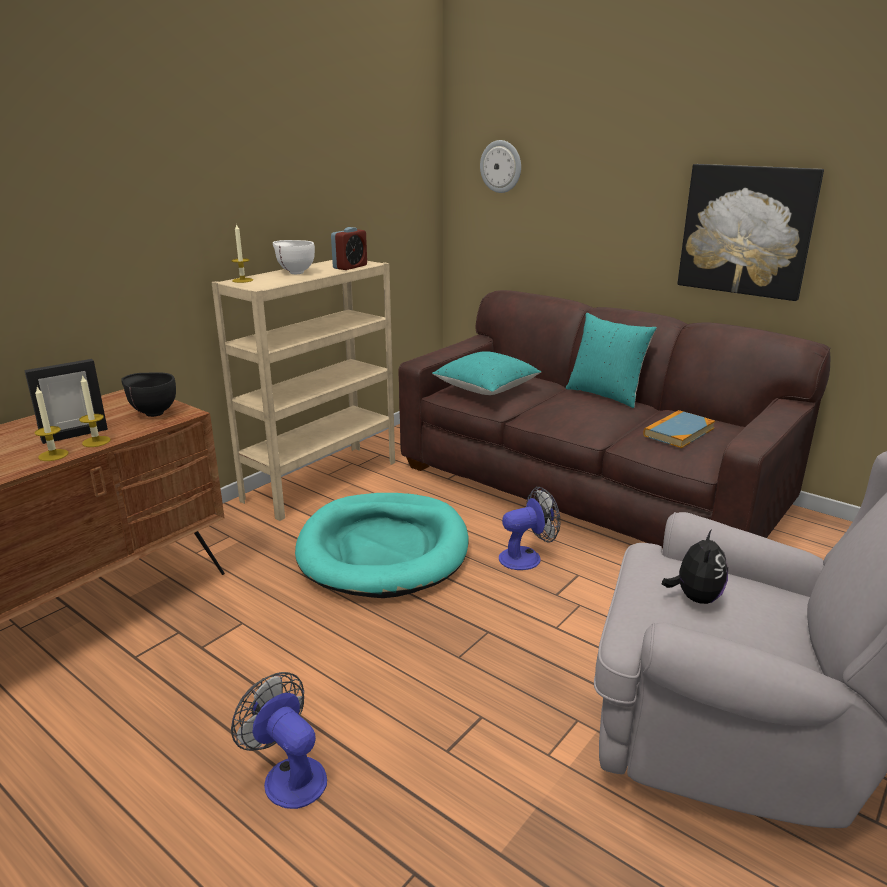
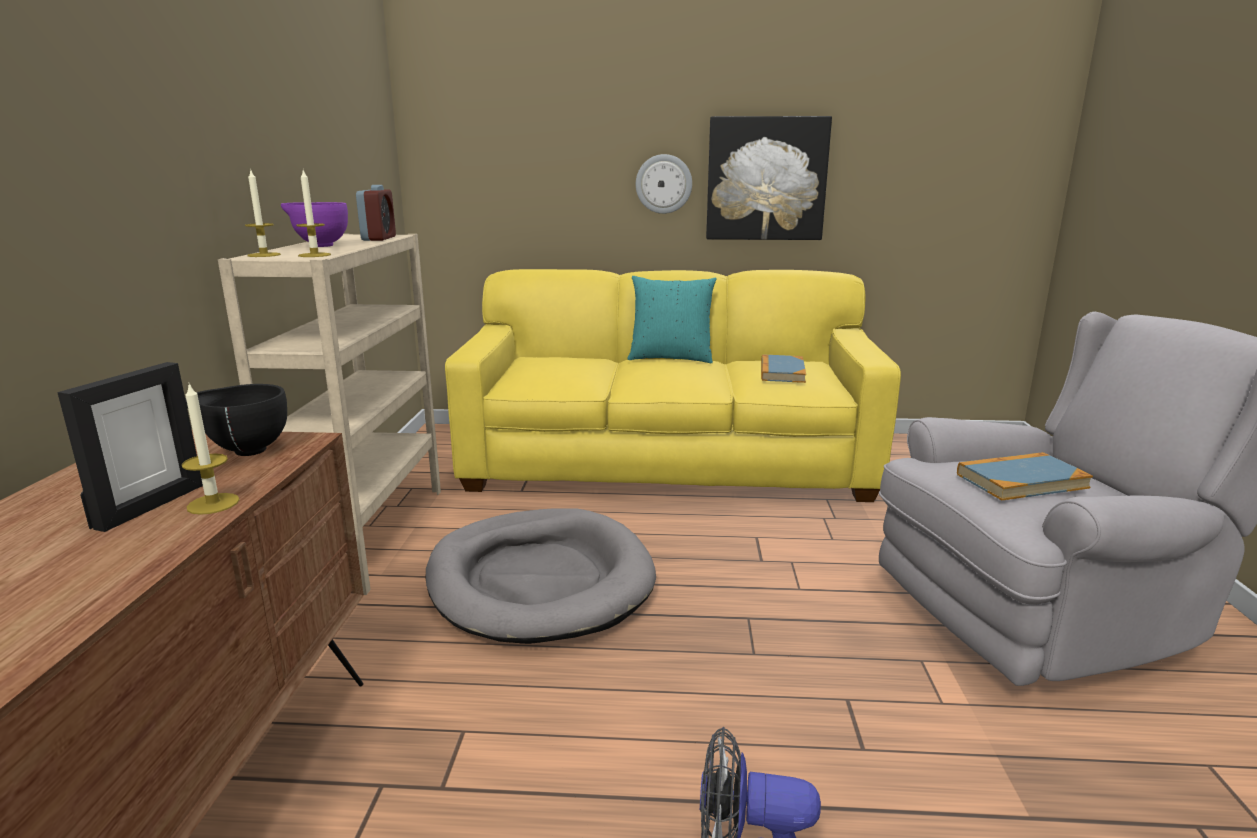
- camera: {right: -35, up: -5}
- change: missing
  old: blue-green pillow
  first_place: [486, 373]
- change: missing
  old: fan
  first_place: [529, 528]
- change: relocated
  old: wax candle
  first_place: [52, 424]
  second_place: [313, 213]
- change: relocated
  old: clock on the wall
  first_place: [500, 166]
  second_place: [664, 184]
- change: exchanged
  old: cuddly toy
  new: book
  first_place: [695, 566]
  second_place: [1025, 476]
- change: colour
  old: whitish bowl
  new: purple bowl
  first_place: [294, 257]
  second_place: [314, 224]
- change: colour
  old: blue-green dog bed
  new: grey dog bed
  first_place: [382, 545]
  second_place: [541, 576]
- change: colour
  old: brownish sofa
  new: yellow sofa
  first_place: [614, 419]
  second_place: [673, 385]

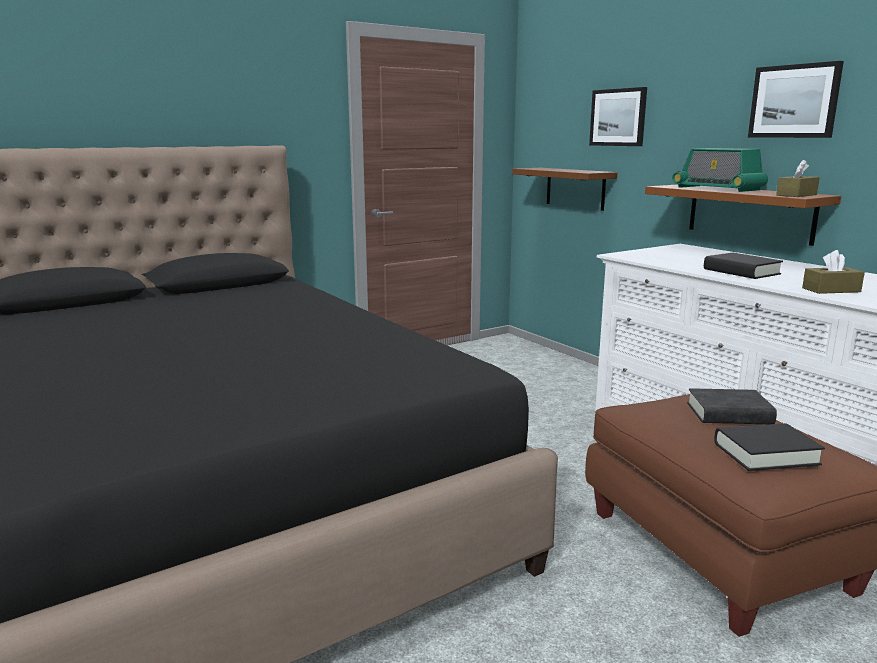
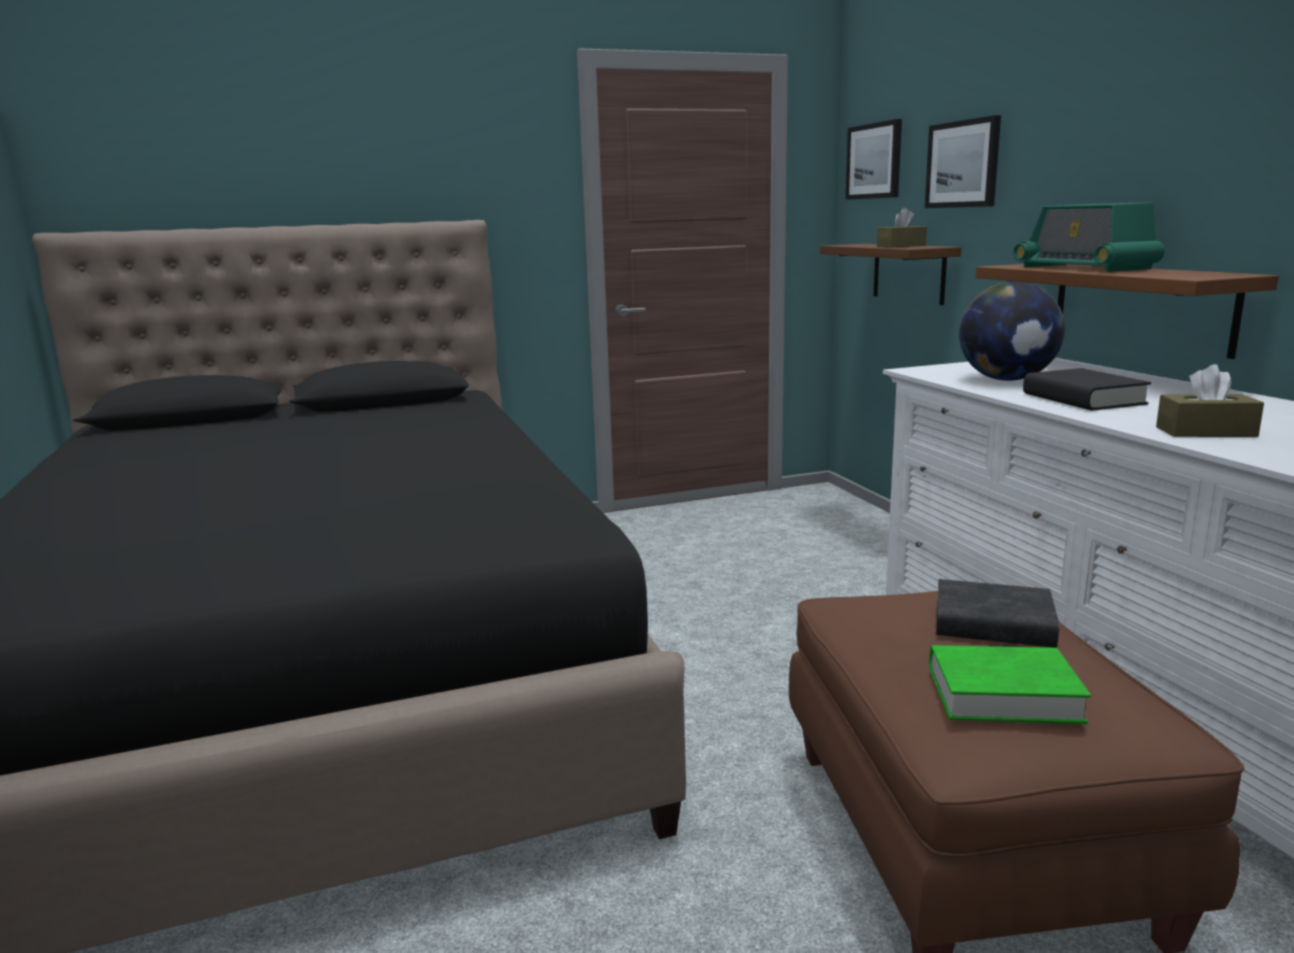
- camera: {right: 15, up: 0}
- change: appeared
  new: globe
  second_place: [1012, 331]
- change: relocated
  old: picture
  first_place: [796, 99]
  second_place: [874, 159]
- change: relocated
  old: brownish tissue holder
  first_place: [798, 178]
  second_place: [902, 228]
- change: colour
  old: blackish book
  new: green book
  first_place: [769, 447]
  second_place: [1010, 684]

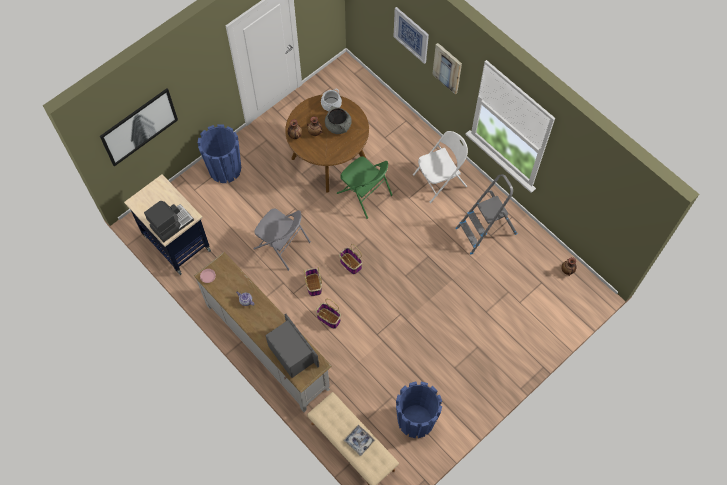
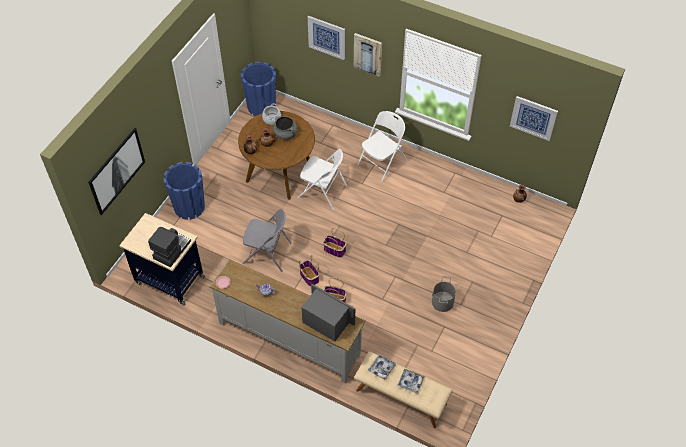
- camera: {right: -20, up: -10}
- change: missing
  old: grey step stool
  first_place: [486, 214]
- change: appeared
  new: serving tray
  second_place: [382, 367]
- change: appeared
  new: grey bucket
  second_place: [444, 294]
- change: appeared
  new: picture
  second_place: [534, 118]
- change: relocated
  old: blue plant pot
  first_place: [419, 409]
  second_place: [258, 89]
- change: colour
  old: green plain chair
  new: whitish plain chair
  first_place: [365, 188]
  second_place: [322, 179]

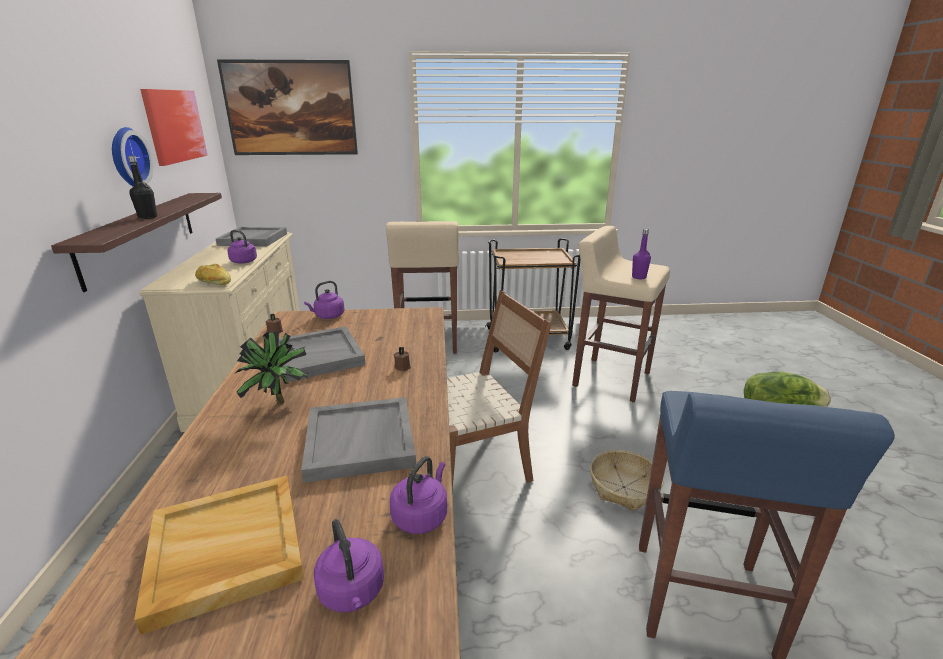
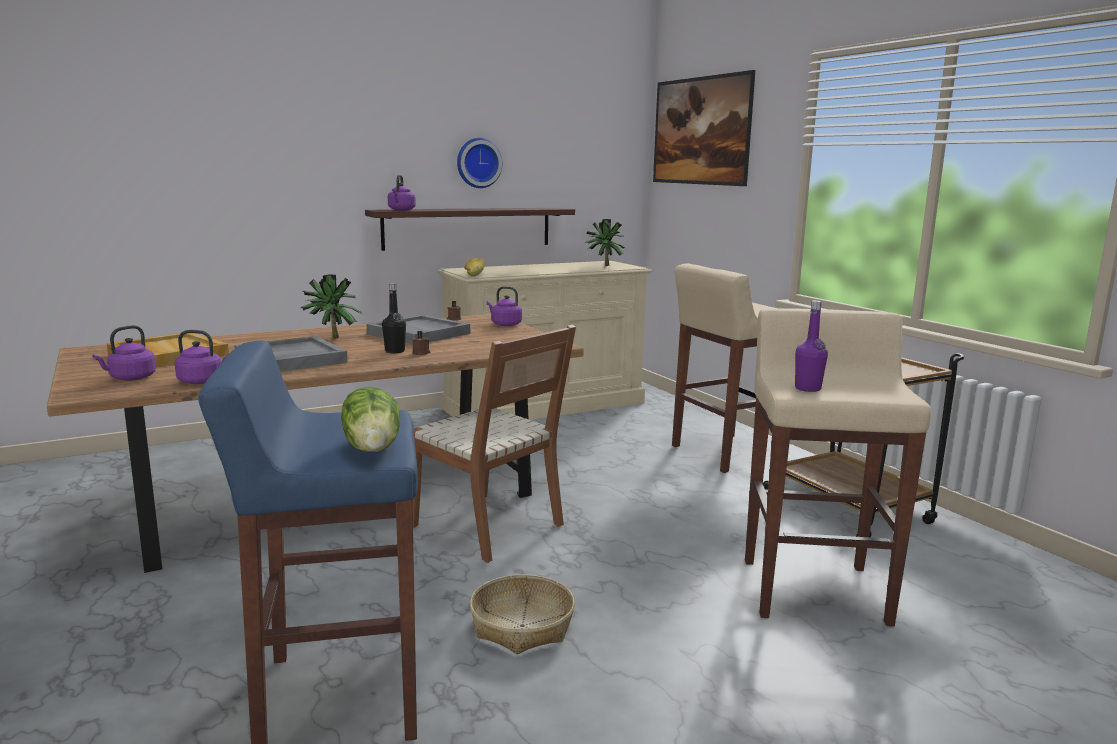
- camera: {right: 65, up: -10}
- change: missing
  old: picture
  first_place: [173, 127]
- change: relocated
  old: blackish beverage bottle
  first_place: [142, 187]
  second_place: [394, 318]
- change: relocated
  old: purple tea kettle
  first_place: [242, 247]
  second_place: [402, 192]
- change: exchanged
  old: grey serving tray
  new: potted plant
  first_place: [251, 237]
  second_place: [605, 242]

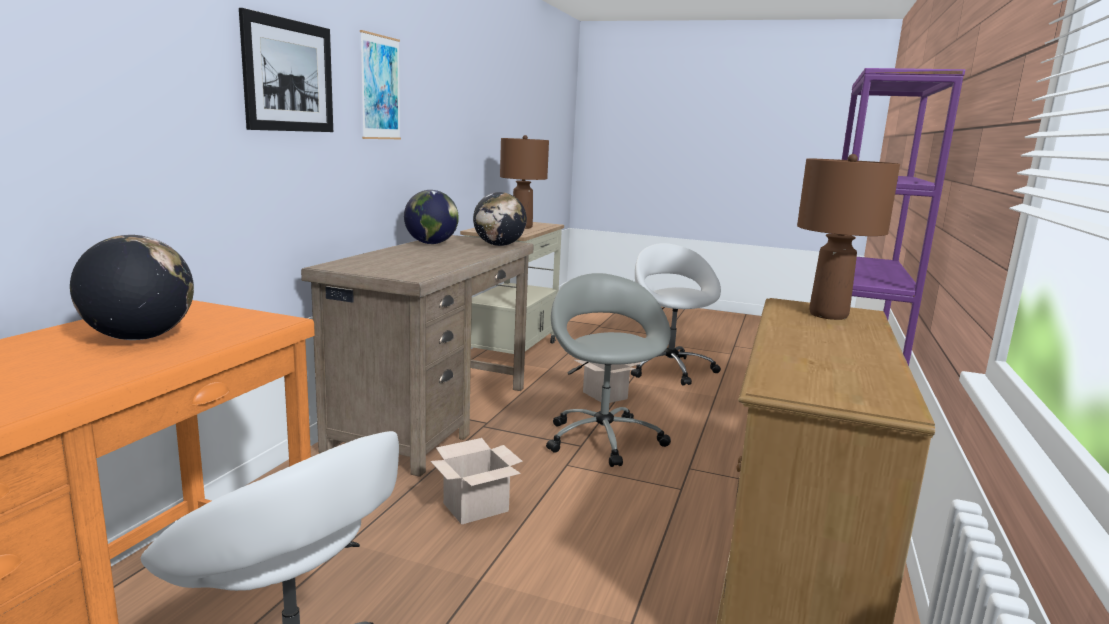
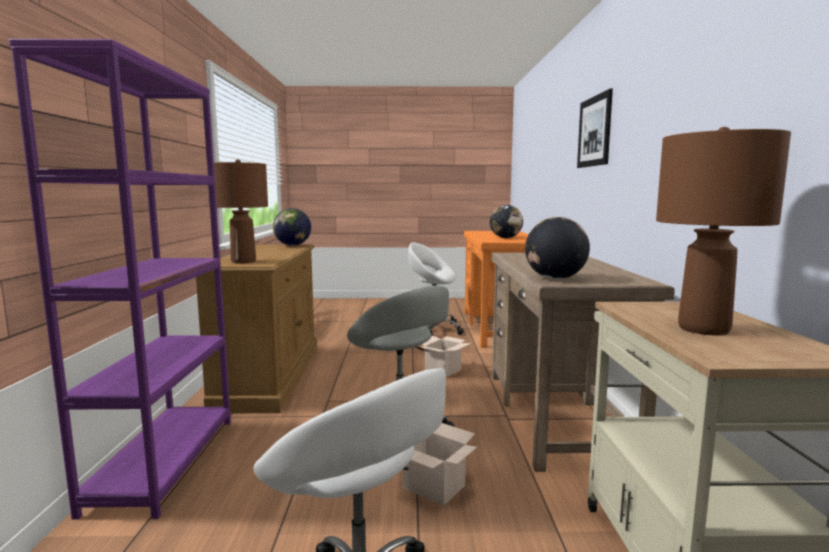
- camera: {right: 160, up: -5}
- change: missing
  old: picture
  first_place: [380, 84]
- change: relocated
  old: globe
  first_place: [431, 217]
  second_place: [292, 227]

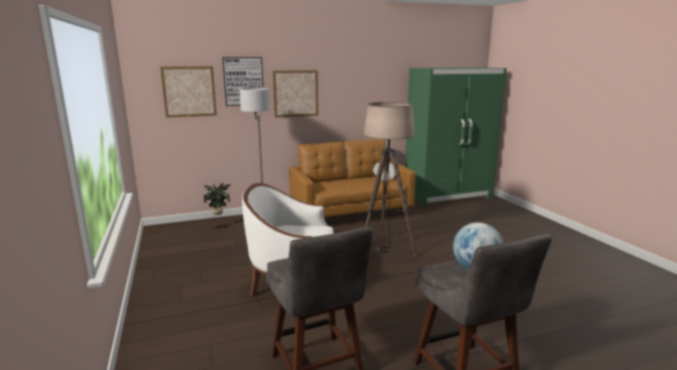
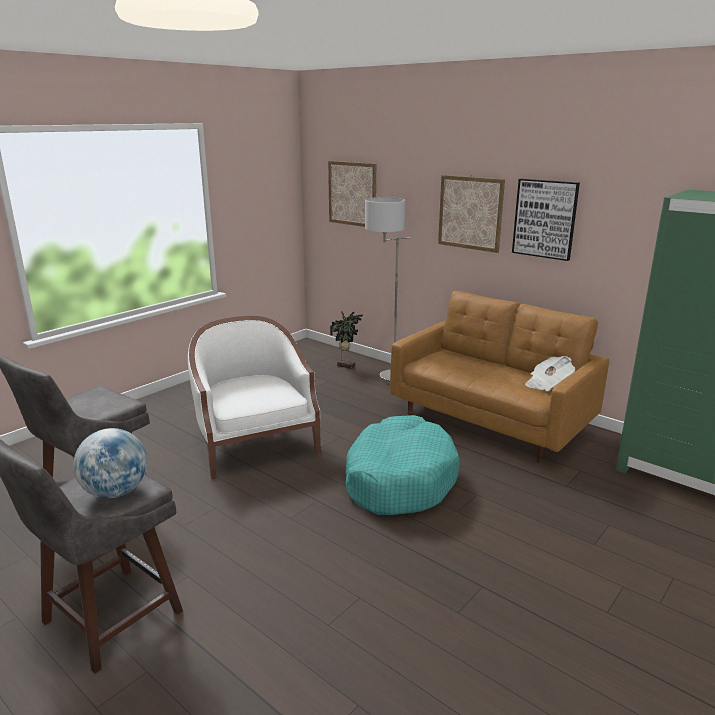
- camera: {right: 60, up: 5}
- change: relocated
  old: picture
  first_place: [242, 81]
  second_place: [546, 220]
- change: exchanged
  old: floor lamp
  new: blue-green dog bed
  first_place: [390, 179]
  second_place: [402, 465]

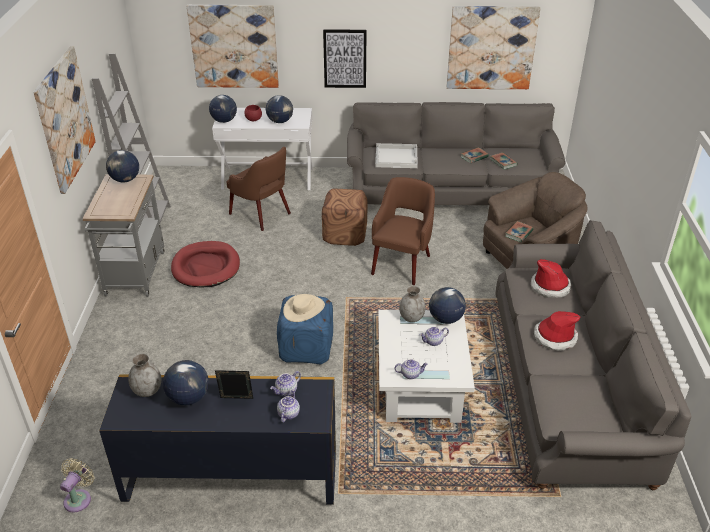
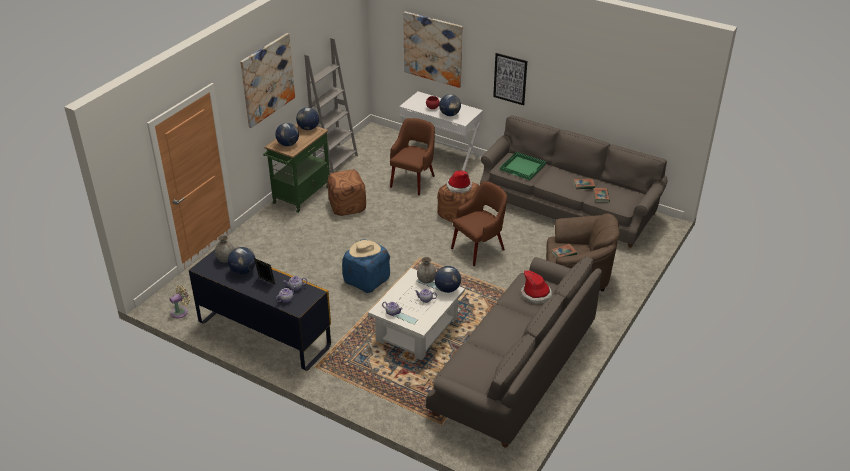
- camera: {right: 30, up: 0}
- change: missing
  old: picture
  first_place: [494, 47]
- change: relocated
  old: globe
  first_place: [223, 109]
  second_place: [287, 134]
- change: relocated
  old: clothing hat
  first_place: [557, 331]
  second_place: [459, 181]
- change: exchanged
  old: red dog bed
  new: brownish pouffe
  first_place: [205, 264]
  second_place: [346, 192]
- change: colour
  old: grey trolley
  new: green trolley
  first_place: [123, 235]
  second_place: [296, 168]
- change: colour
  old: whitish serving tray
  new: green serving tray
  first_place: [396, 155]
  second_place: [523, 166]
- change: spun
  old: brownish easy chair
  first_place: [259, 189]
  second_place: [412, 156]
  degrees: -135

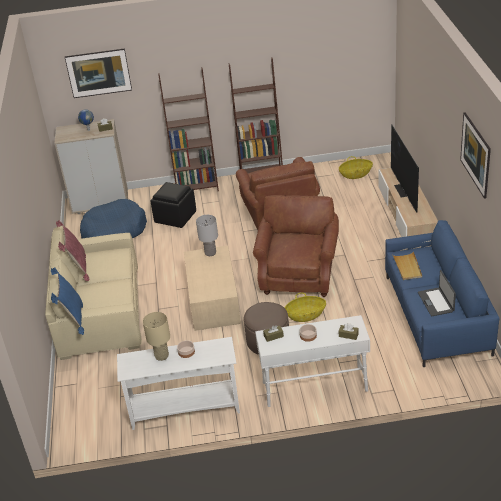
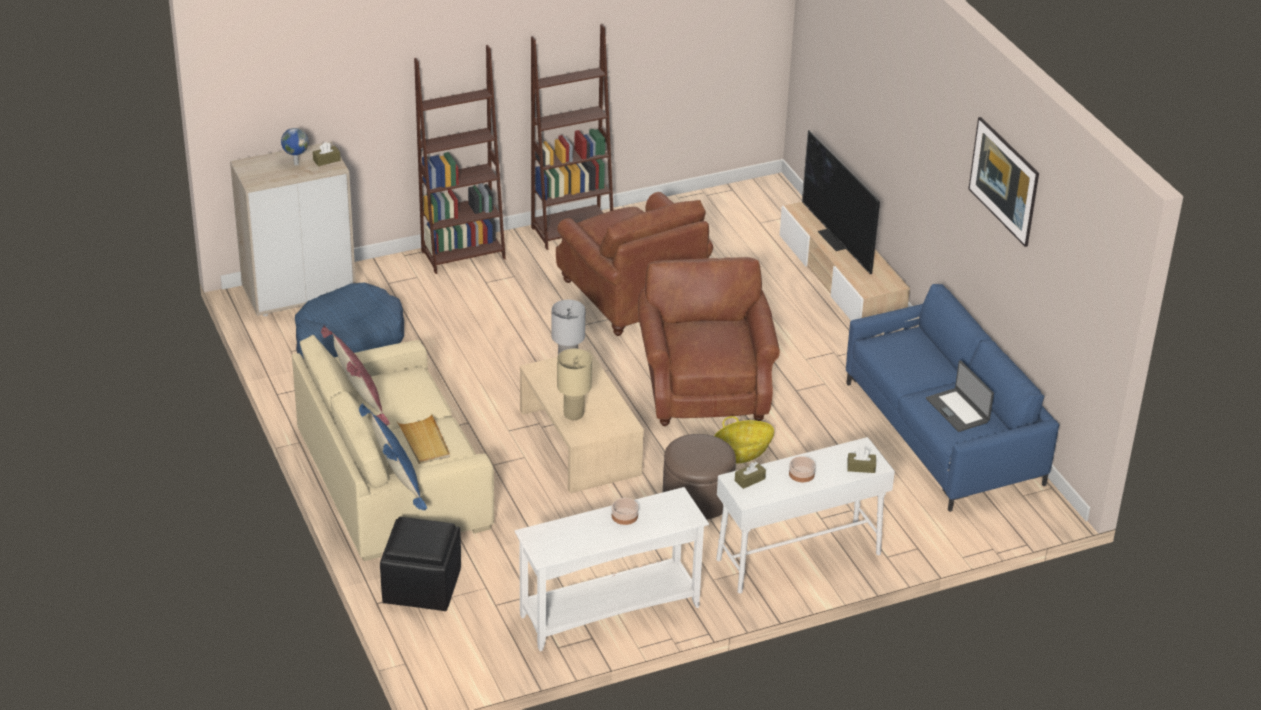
- camera: {right: -20, up: 0}
- change: missing
  old: picture
  first_place: [98, 73]
- change: missing
  old: basket
  first_place: [356, 167]
- change: relocated
  old: sand-coloured tabletop lamp
  first_place: [156, 336]
  second_place: [574, 384]
- change: relocated
  old: blackish pouffe
  first_place: [173, 205]
  second_place: [420, 564]
- change: relocated
  old: sand-coloured serving tray
  first_place: [407, 265]
  second_place: [423, 439]

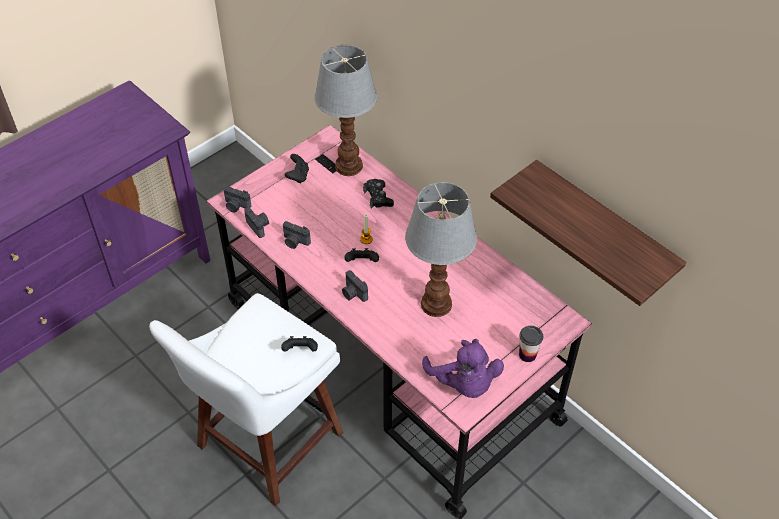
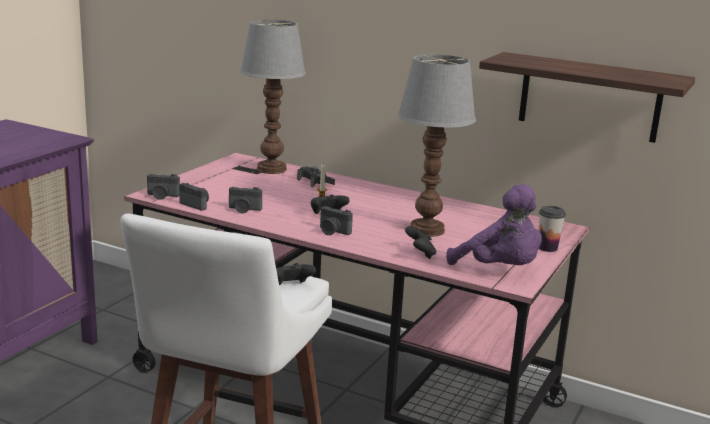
- camera: {right: -20, up: -30}
- change: relocated
  old: blackish game controller
  first_place: [297, 169]
  second_place: [420, 242]

